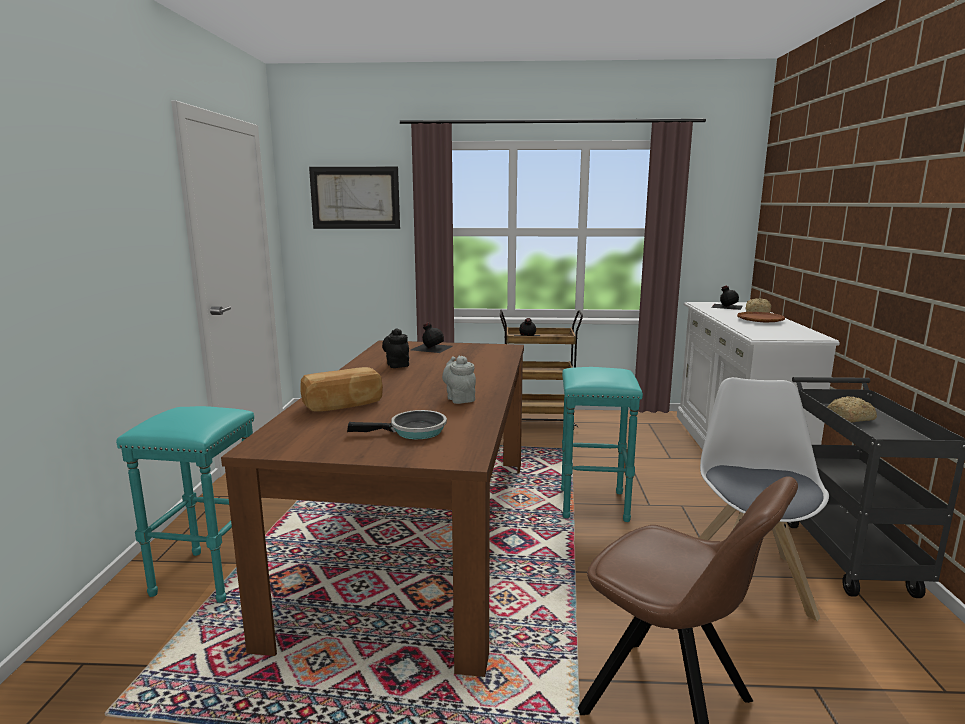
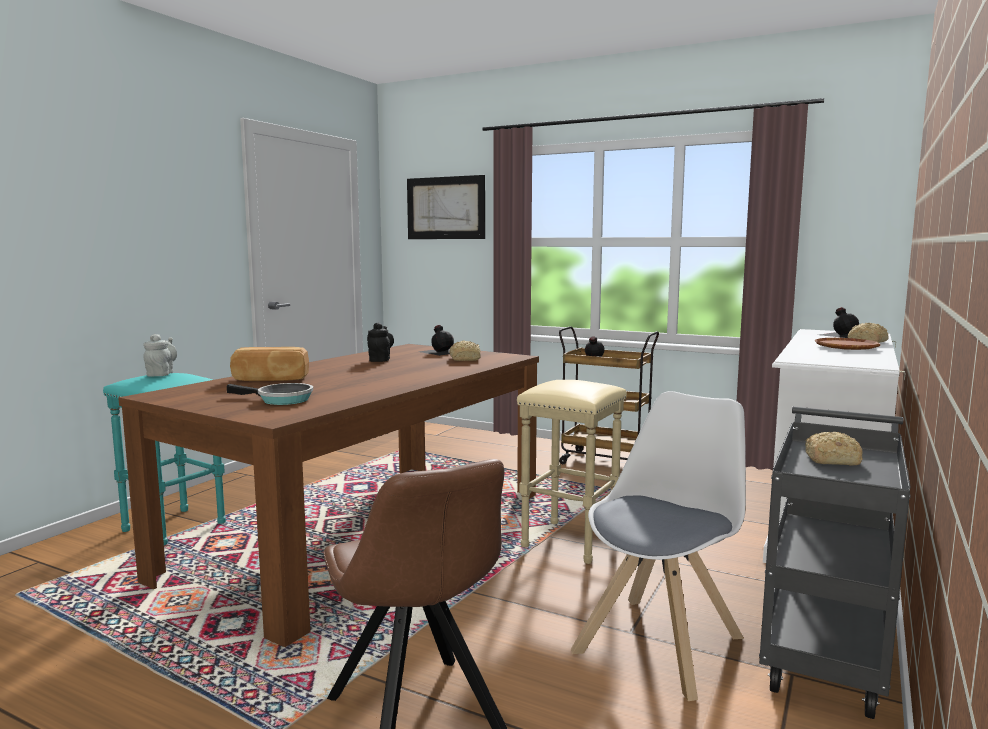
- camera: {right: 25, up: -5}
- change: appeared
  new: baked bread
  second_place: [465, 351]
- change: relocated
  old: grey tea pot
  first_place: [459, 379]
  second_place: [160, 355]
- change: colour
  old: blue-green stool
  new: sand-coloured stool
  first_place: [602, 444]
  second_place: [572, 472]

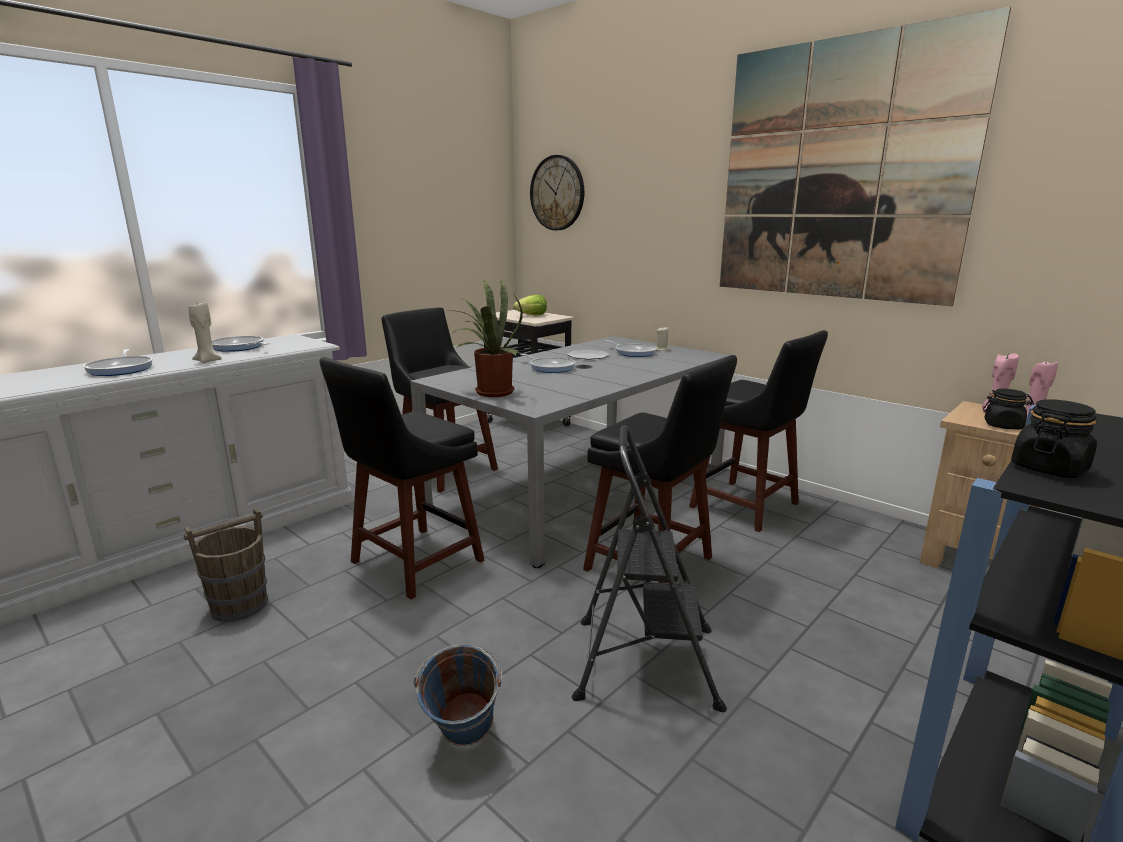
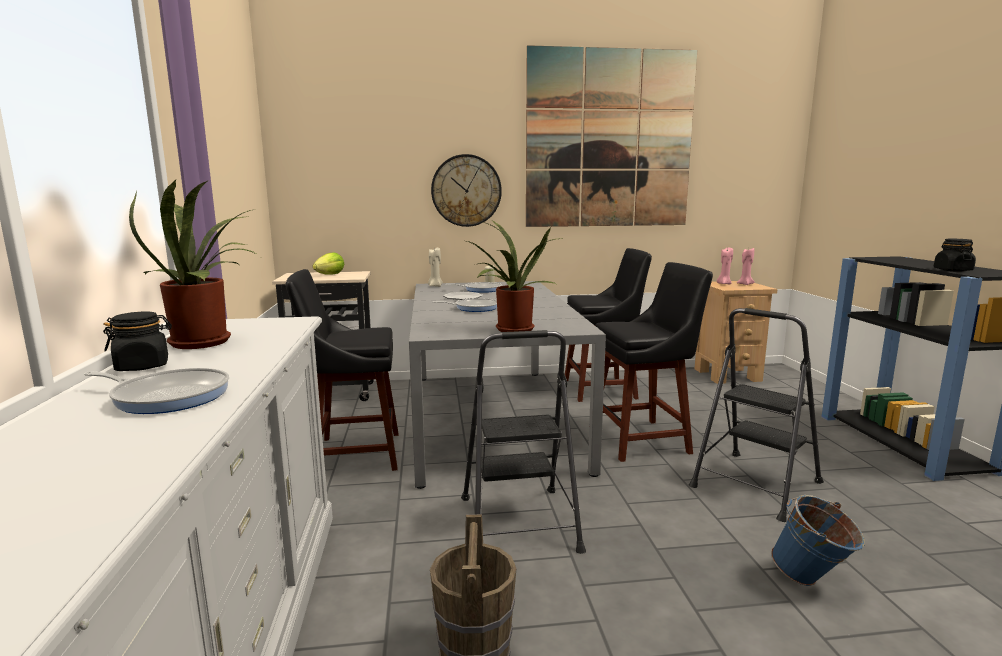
- camera: {right: -50, up: -5}
- change: relocated
  old: sand-coloured wax candle
  first_place: [205, 332]
  second_place: [435, 267]
- change: relocated
  old: clock on the wall
  first_place: [557, 192]
  second_place: [466, 190]
- change: relocated
  old: blackish preserve jar
  first_place: [1008, 409]
  second_place: [137, 341]
- change: exchanged
  old: pan
  new: potted plant
  first_place: [240, 344]
  second_place: [193, 264]
- change: exchanged
  old: blackish plain chair
  new: blackish step stool
  first_place: [402, 478]
  second_place: [523, 442]

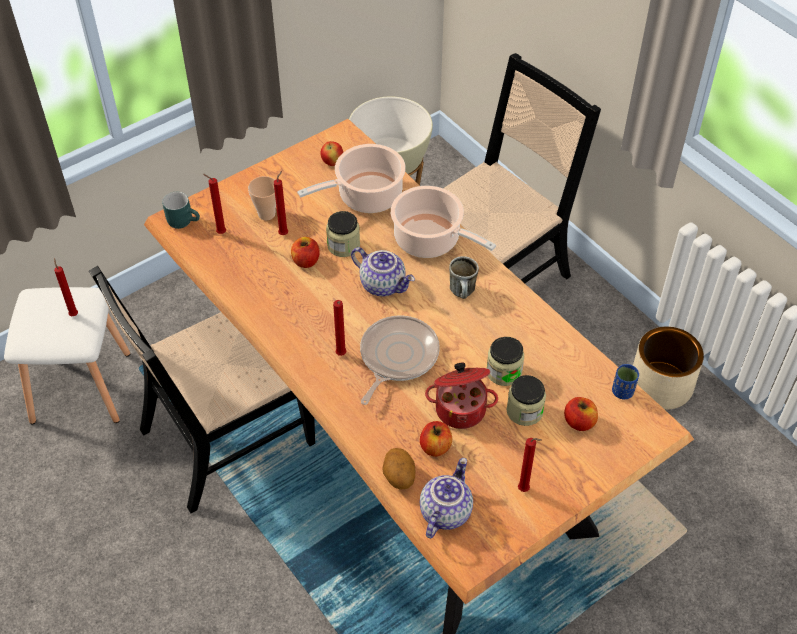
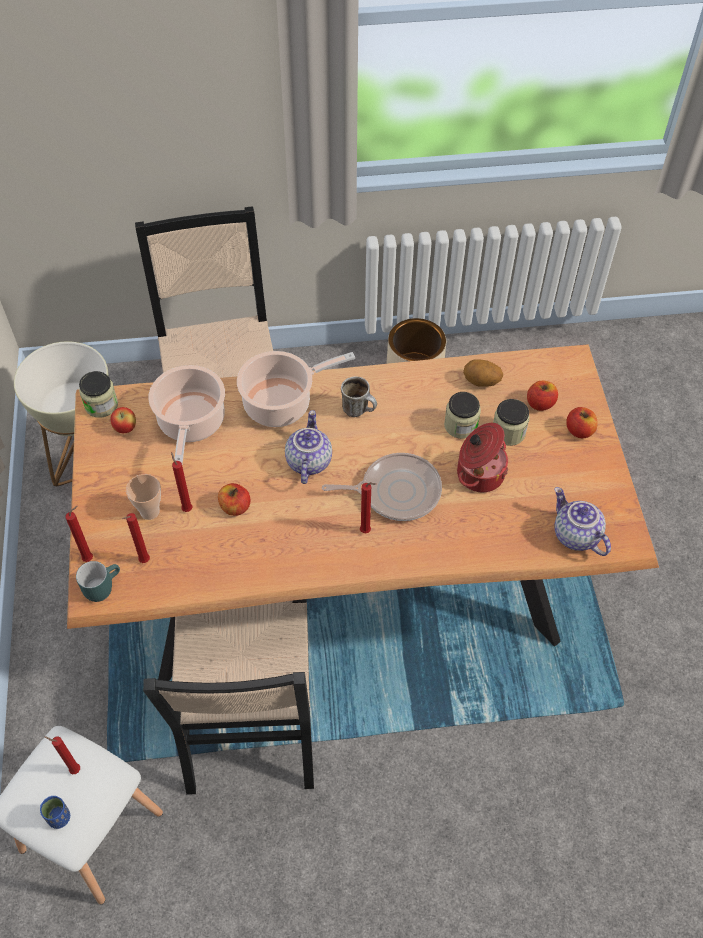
- camera: {right: -60, up: 5}
- change: relocated
  old: preserve jar
  first_place: [343, 234]
  second_place: [98, 394]
- change: relocated
  old: spud
  first_place: [398, 469]
  second_place: [483, 373]
- change: relocated
  old: apple fruit
  first_place: [436, 439]
  second_place: [582, 422]
- change: relocated
  old: red wax candle
  first_place: [530, 465]
  second_place: [79, 534]
- change: relocated
  old: blue drinking cup
  first_place: [625, 381]
  second_place: [55, 812]
- change: spun
  old: tea pot
  first_place: [383, 271]
  second_place: [308, 447]
  degrees: -60
- change: spun
  old: pan
  first_place: [400, 360]
  second_place: [382, 487]
  degrees: 120

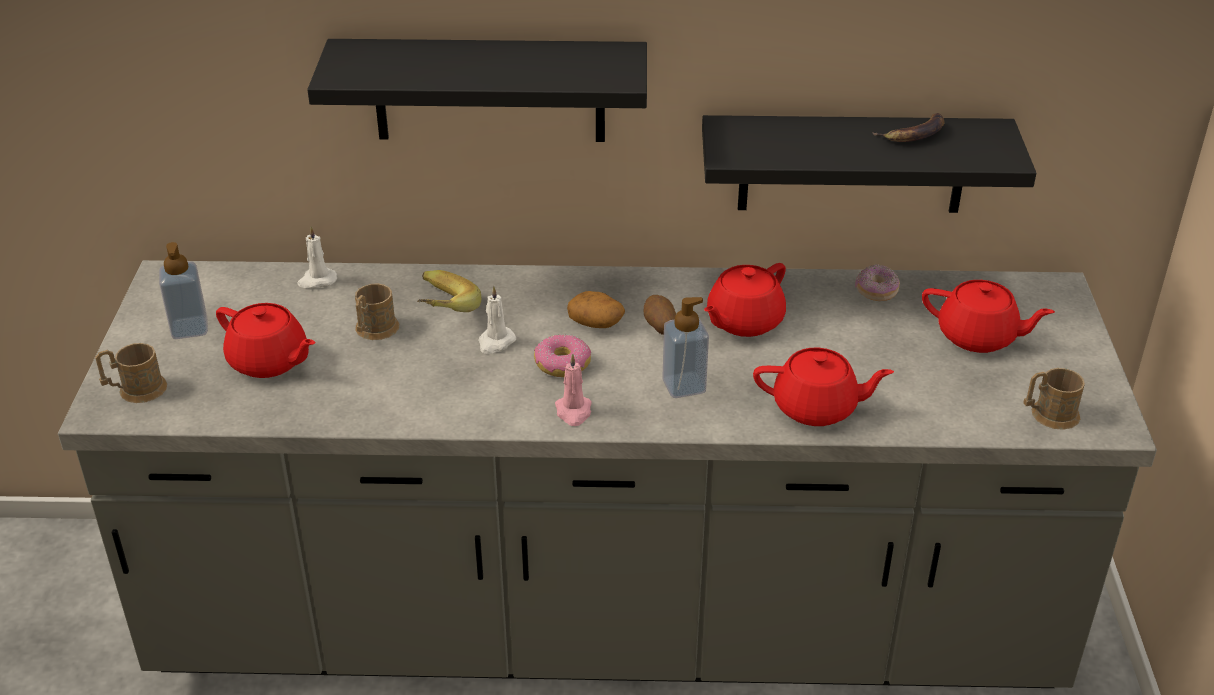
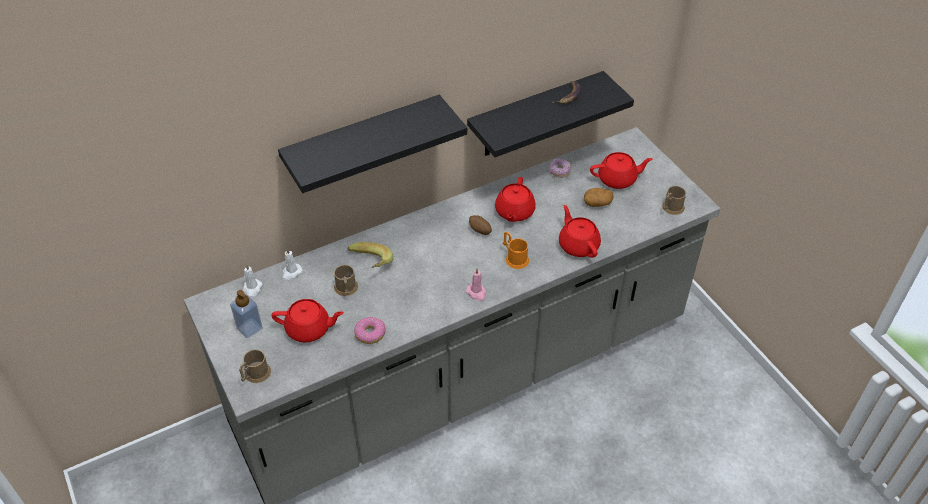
- camera: {right: -30, up: 10}
- change: relocated
  old: whitish wax candle
  first_place: [497, 320]
  second_place: [253, 281]
- change: relocated
  old: donut
  first_place: [562, 355]
  second_place: [369, 330]
- change: relocated
  old: spud
  first_place: [596, 309]
  second_place: [599, 197]
- change: exchanged
  old: liquid soap bottle
  new: orange coffee mug
  first_place: [685, 347]
  second_place: [516, 250]
- change: spun
  old: red tea pot
  first_place: [823, 387]
  second_place: [580, 231]
  degrees: -90

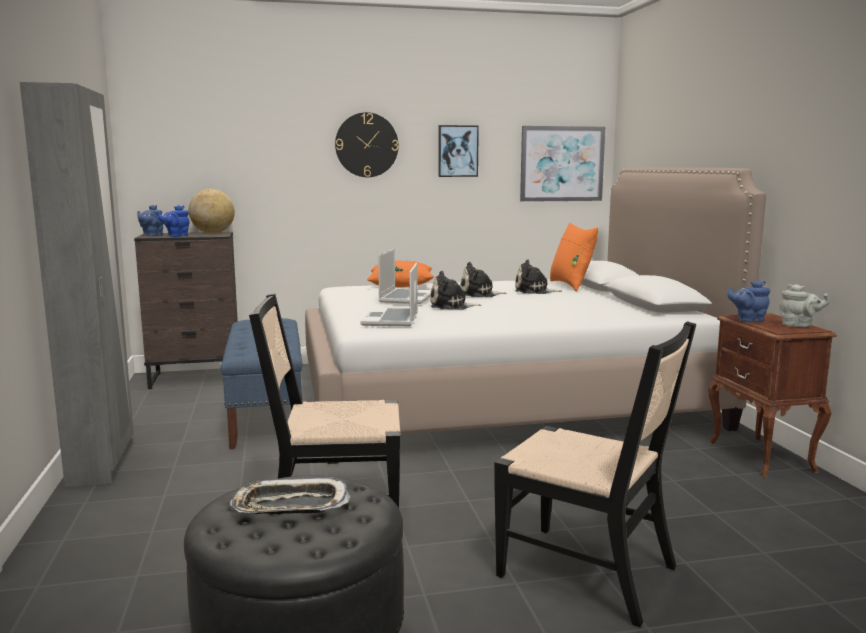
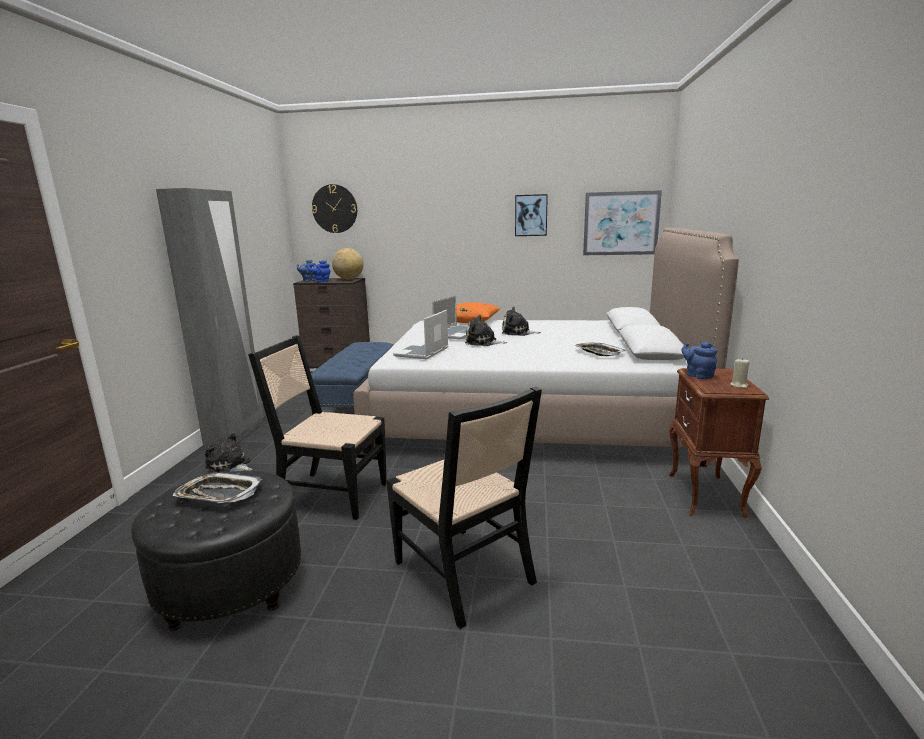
- camera: {right: 20, up: 5}
- change: missing
  old: orange pillow
  first_place: [574, 257]
- change: appeared
  new: serving tray
  second_place: [600, 349]
- change: relocated
  old: clock on the wall
  first_place: [367, 144]
  second_place: [334, 208]
- change: relocated
  old: cuddly toy
  first_place: [538, 276]
  second_place: [228, 453]
- change: exchanged
  old: grey tea pot
  new: sand-coloured wax candle
  first_place: [804, 305]
  second_place: [739, 373]
- change: spun
  old: blue tea pot
  first_place: [749, 301]
  second_place: [699, 360]
  degrees: 45

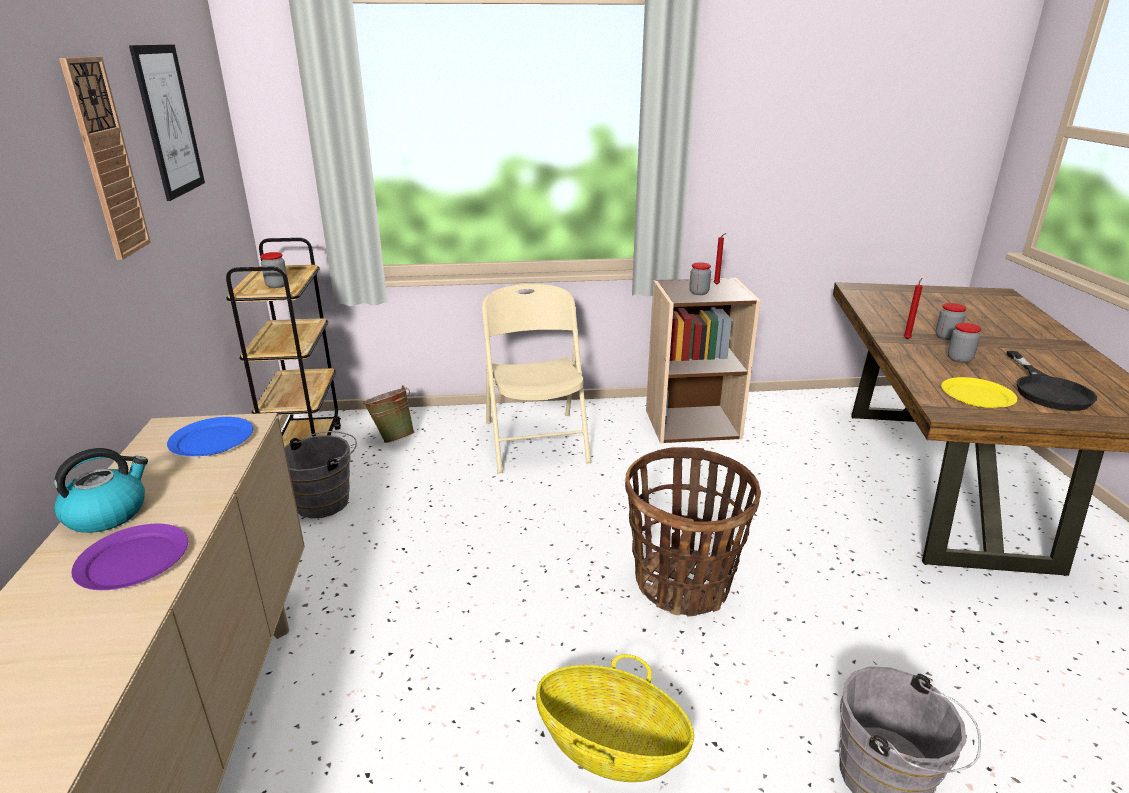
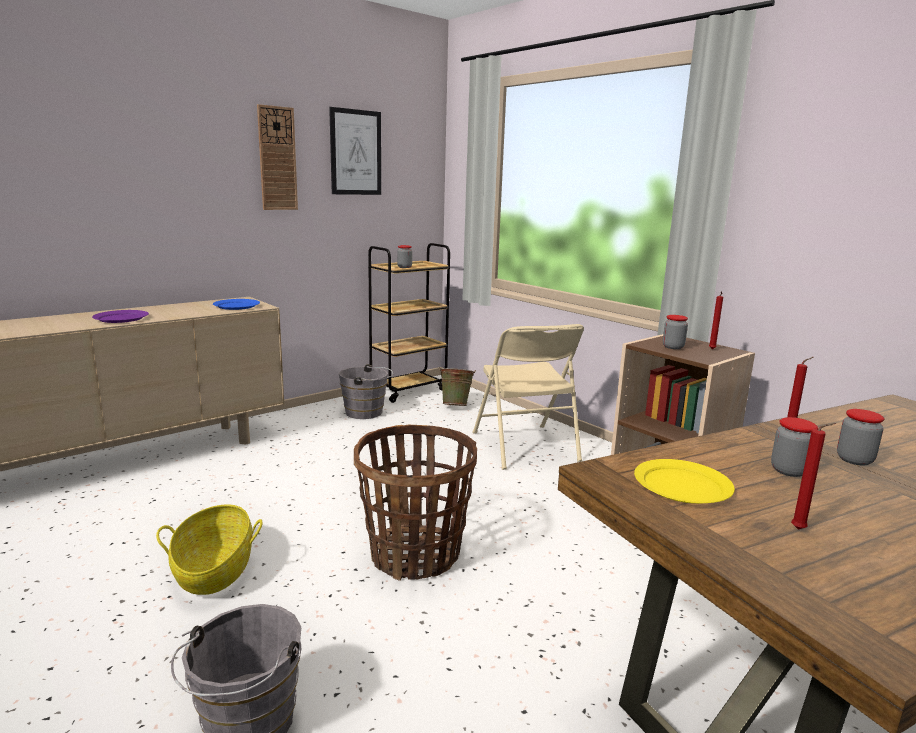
- camera: {right: 55, up: -10}
- change: missing
  old: tea kettle
  first_place: [101, 490]
- change: exchanged
  old: blackish pan
  new: red wax candle
  first_place: [1052, 381]
  second_place: [813, 476]
- change: spun
  old: sand-coloured plain chair
  first_place: [536, 378]
  second_place: [528, 397]
  degrees: 120

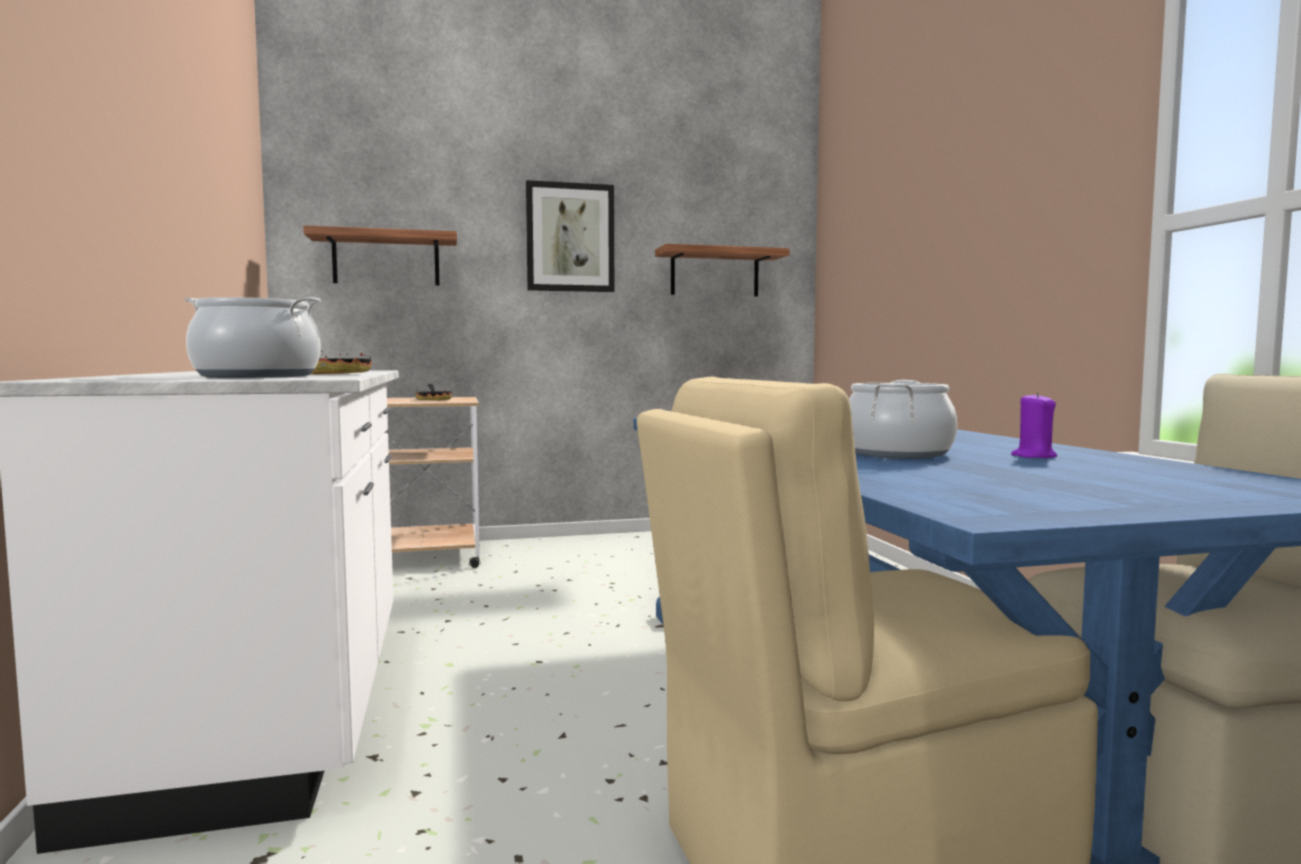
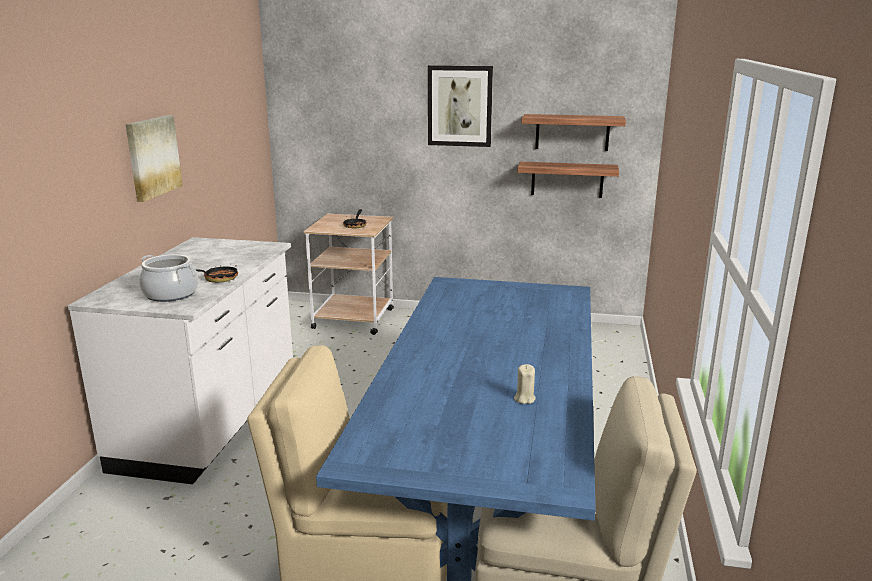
- camera: {right: 25, up: 15}
- change: missing
  old: stockpot
  first_place: [903, 419]
- change: appeared
  new: picture
  second_place: [154, 158]
- change: relocated
  old: shelf
  first_place: [380, 255]
  second_place: [568, 180]
- change: colour
  old: purple wax candle
  new: sand-coloured wax candle
  first_place: [1034, 425]
  second_place: [525, 384]

